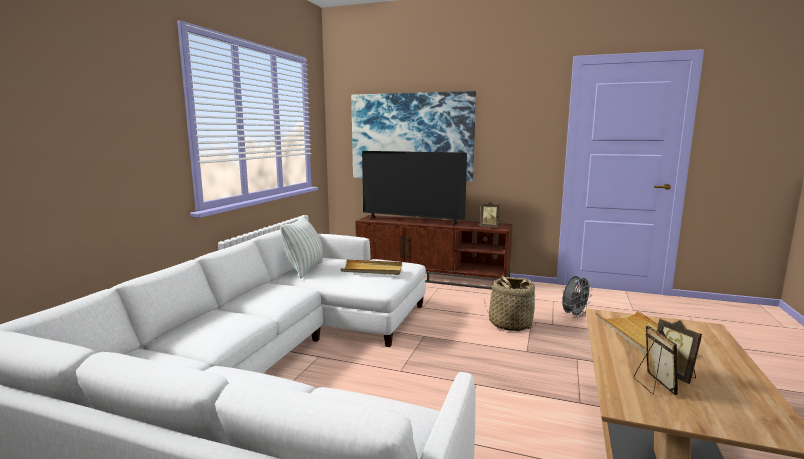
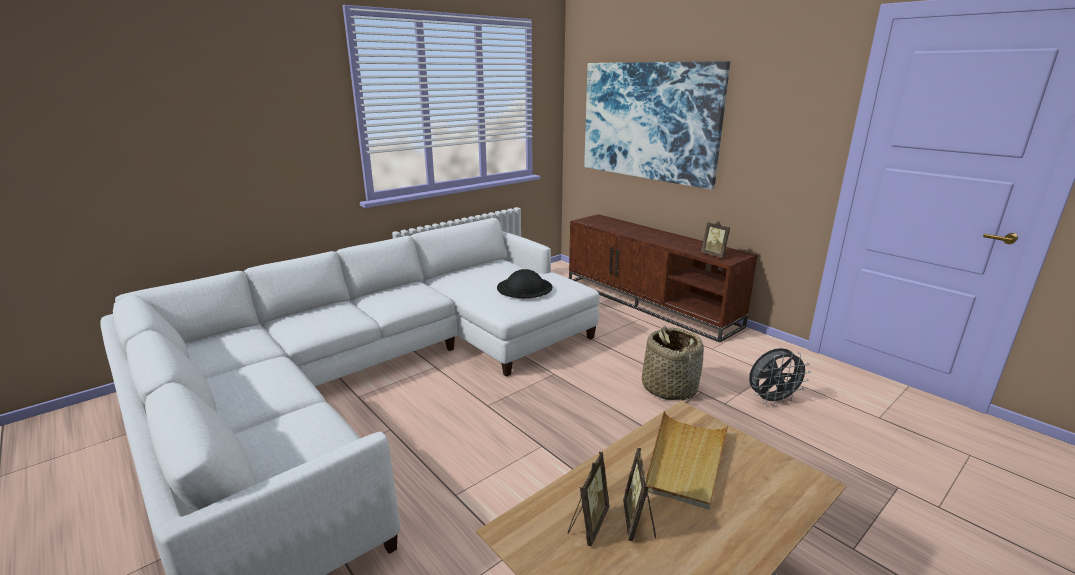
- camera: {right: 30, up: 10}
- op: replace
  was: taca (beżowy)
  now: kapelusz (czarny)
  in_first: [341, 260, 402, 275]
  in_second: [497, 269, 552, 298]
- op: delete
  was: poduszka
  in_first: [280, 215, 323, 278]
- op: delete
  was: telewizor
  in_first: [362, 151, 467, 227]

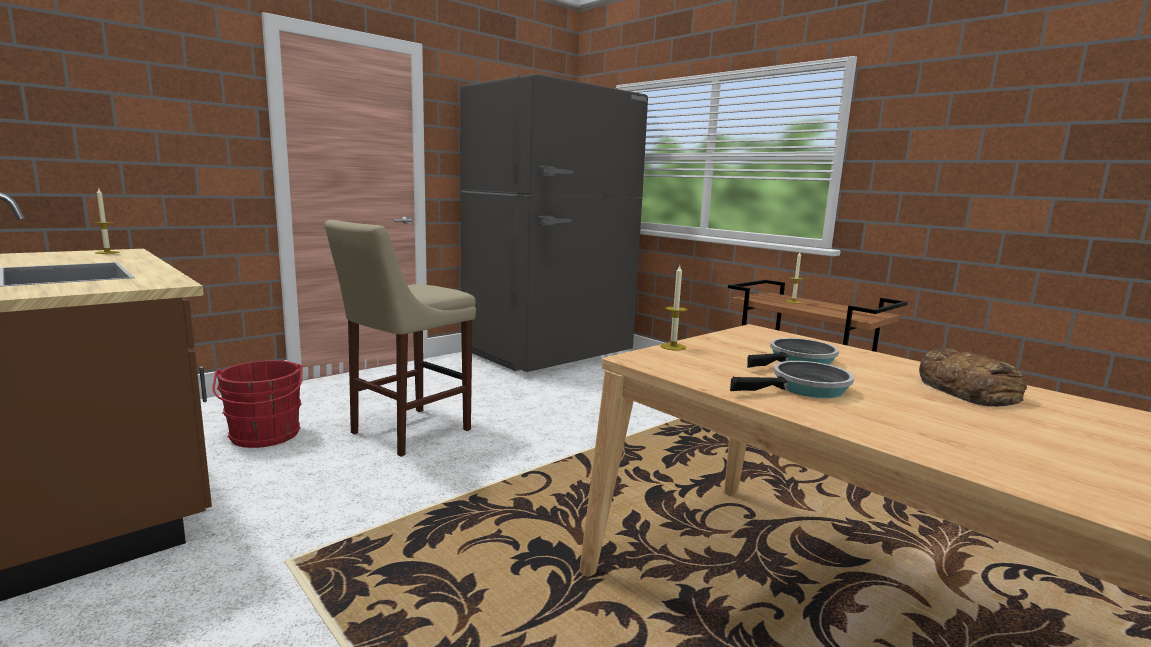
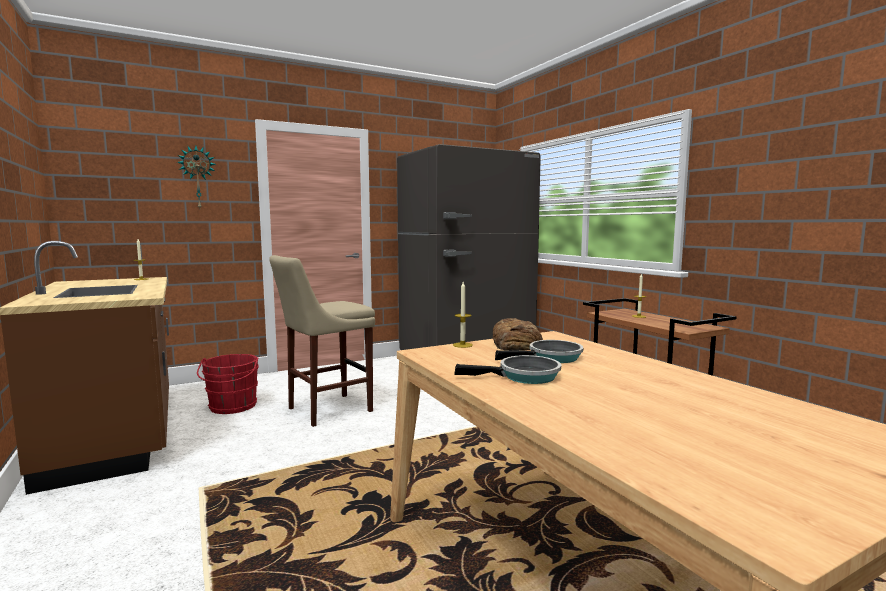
- camera: {right: 15, up: -5}
- op: insert
  now: zegar ścienny
  in_second: [177, 146, 216, 209]
- op: move
  was: chleb
  in_first: [919, 348, 1027, 406]
  in_second: [493, 318, 543, 350]

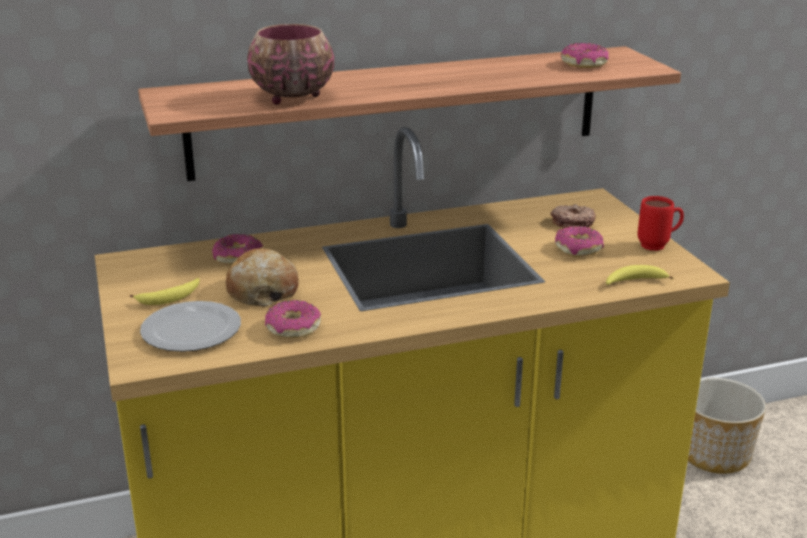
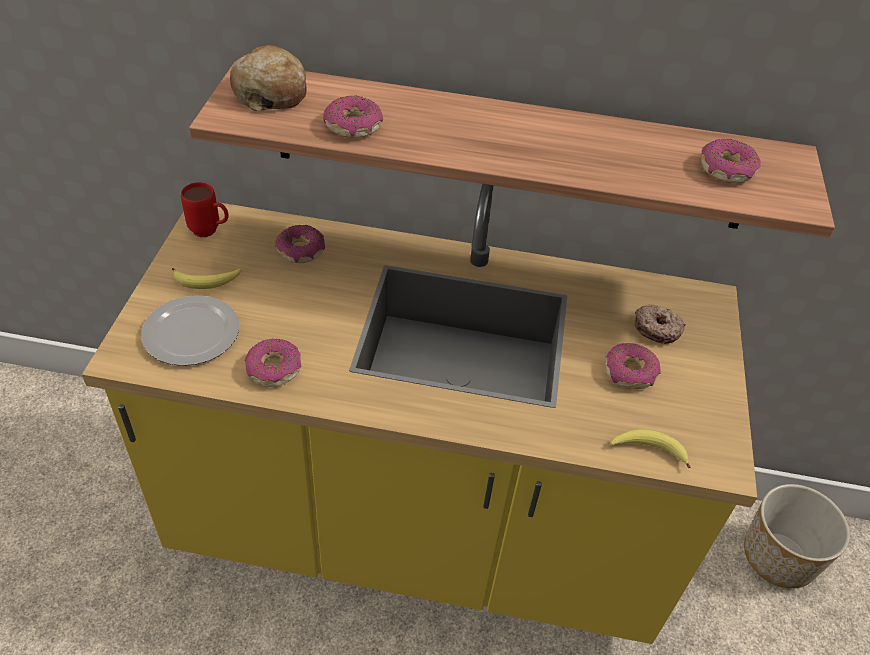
- camera: {right: 25, up: 20}
- op: move
  was: kubek (czerwony)
  in_first: [638, 196, 684, 251]
  in_second: [181, 182, 229, 237]
- op: move
  was: chleb
  in_first: [225, 248, 299, 307]
  in_second: [230, 45, 307, 111]
- op: replace
  was: miska
  now: donut
  in_first: [247, 24, 334, 105]
  in_second: [323, 95, 383, 138]

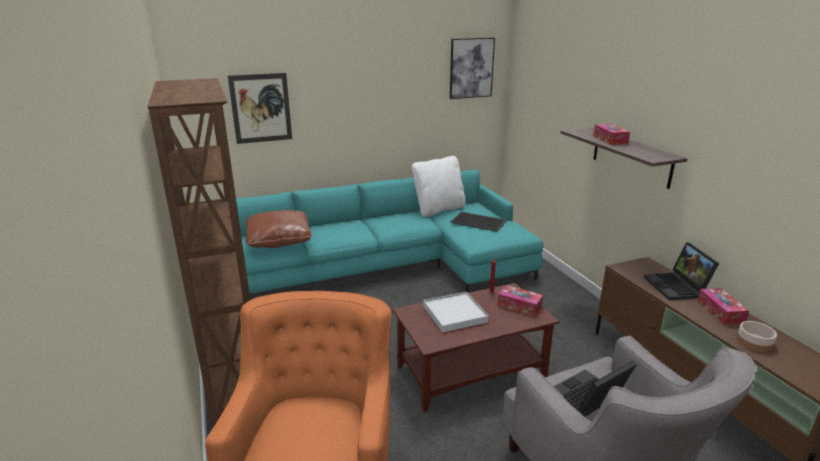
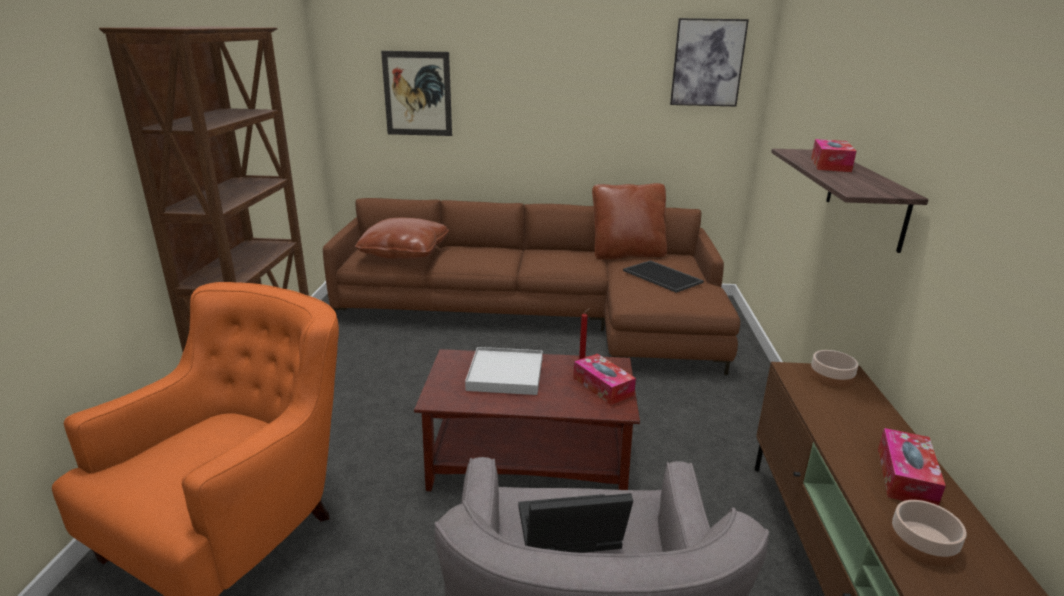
- camera: {right: 25, up: 0}
- op: recolor
  was: kanapa (turkusowy)
  now: kanapa (brązowy)
  in_first: [236, 170, 544, 294]
  in_second: [323, 198, 740, 375]
- op: recolor
  was: poduszka (biały)
  now: poduszka (brązowy)
  in_first: [412, 156, 465, 217]
  in_second: [592, 183, 667, 259]
- op: insert
  now: miska
  in_second: [810, 350, 858, 388]
- op: delete
  was: laptop
  in_first: [644, 242, 719, 300]

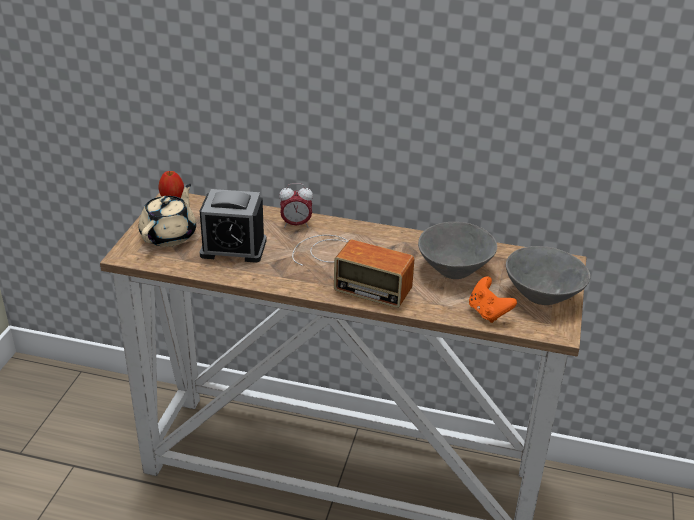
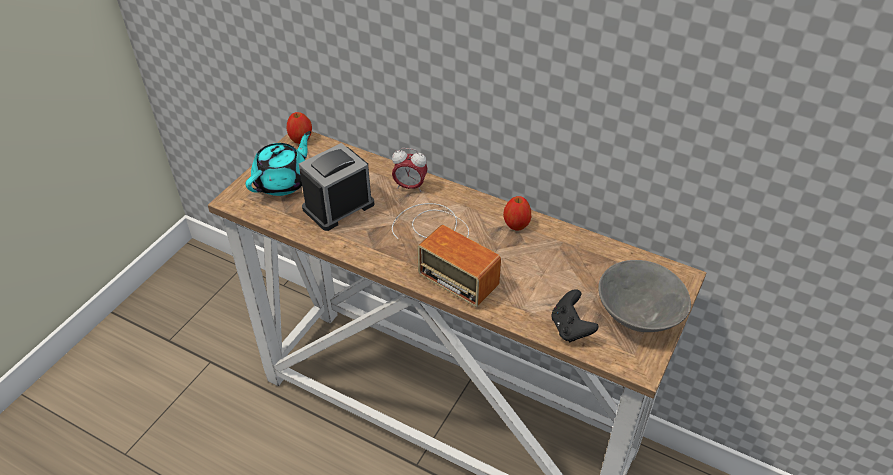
- camera: {right: 15, up: 10}
- op: recolor
  was: imbryk (beżowy)
  now: imbryk (turkusowy)
  in_first: [139, 184, 196, 247]
  in_second: [246, 131, 311, 196]
- op: rotate
  was: budzik
  in_first: [200, 189, 267, 263]
  in_second: [299, 143, 375, 231]
  clockwise: 120
- op: insert
  now: jabłko
  in_second: [503, 196, 531, 231]
- op: recolor
  was: pad do gier (pomarańczowy)
  now: pad do gier (czarny)
  in_first: [469, 276, 517, 323]
  in_second: [551, 289, 599, 342]
- op: delete
  was: miska (szary)
  in_first: [418, 222, 497, 279]

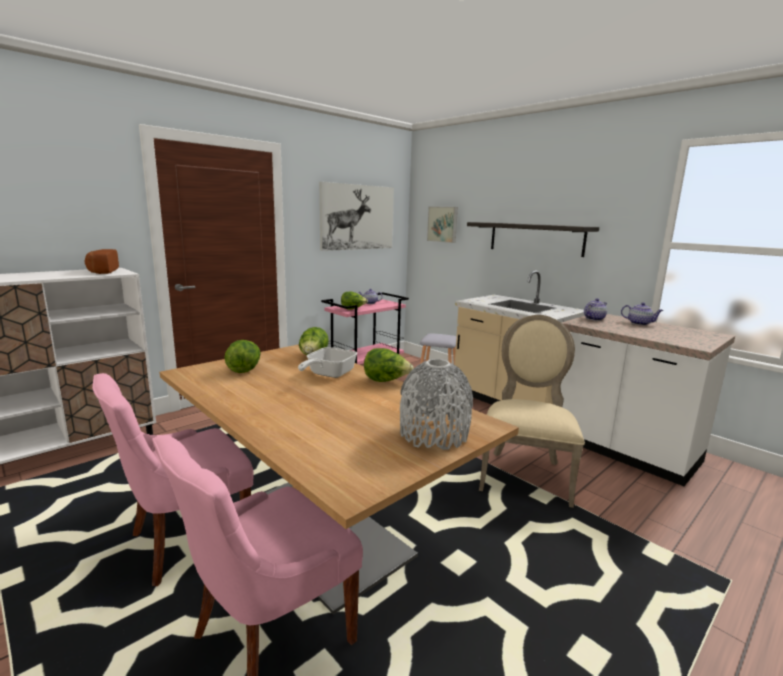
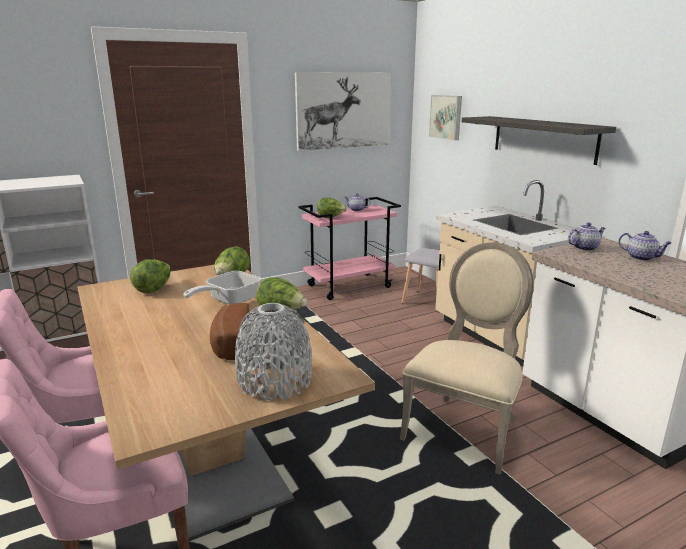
- camera: {right: 15, up: 5}
- op: move
  was: chleb
  in_first: [84, 249, 119, 274]
  in_second: [210, 303, 249, 360]

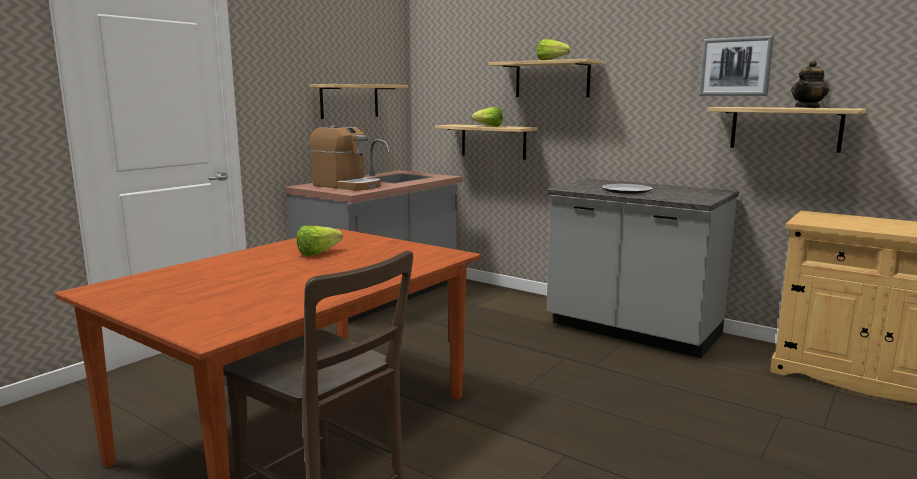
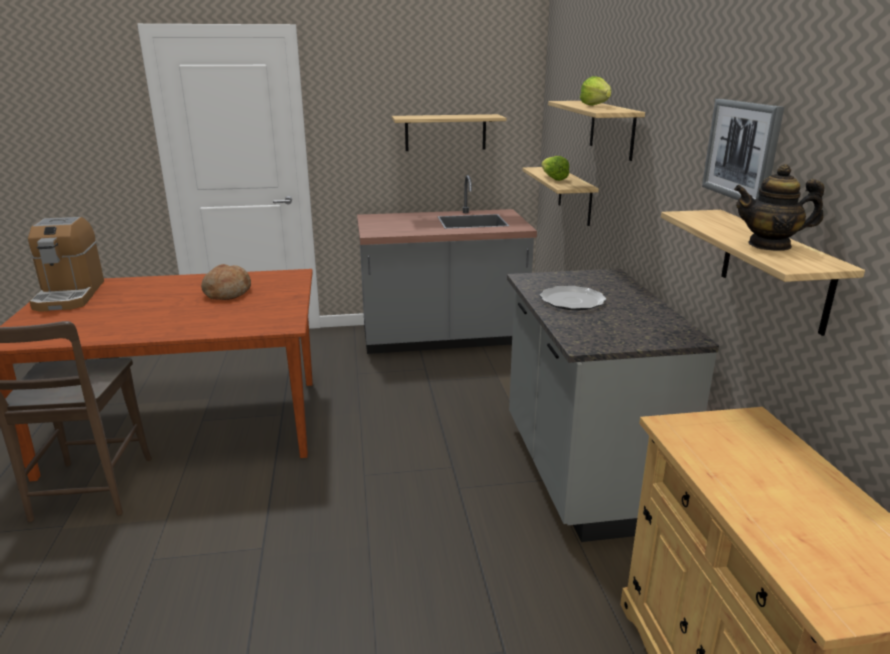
- camera: {right: 45, up: 10}
- op: move
  was: ekspres do kawy
  in_first: [309, 125, 381, 190]
  in_second: [28, 217, 104, 312]
- op: replace
  was: sałata
  now: chleb
  in_first: [297, 226, 343, 256]
  in_second: [201, 264, 251, 300]

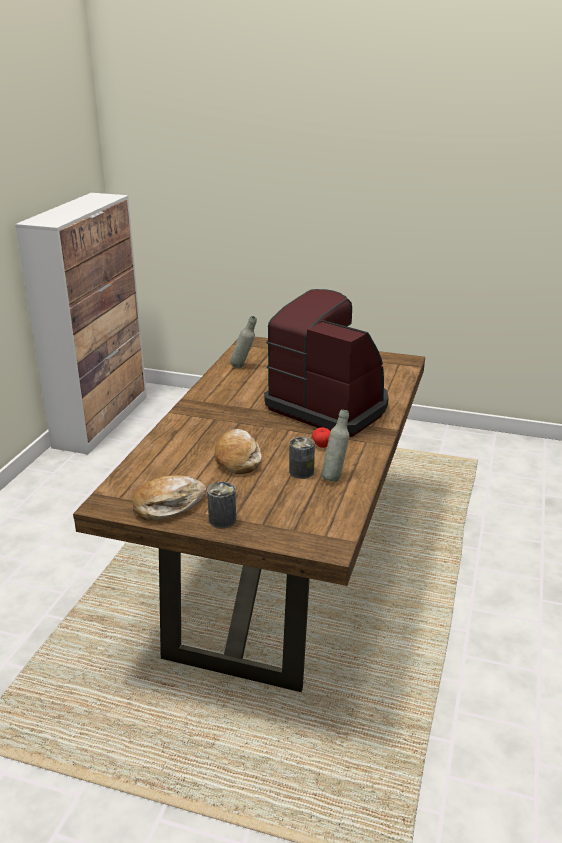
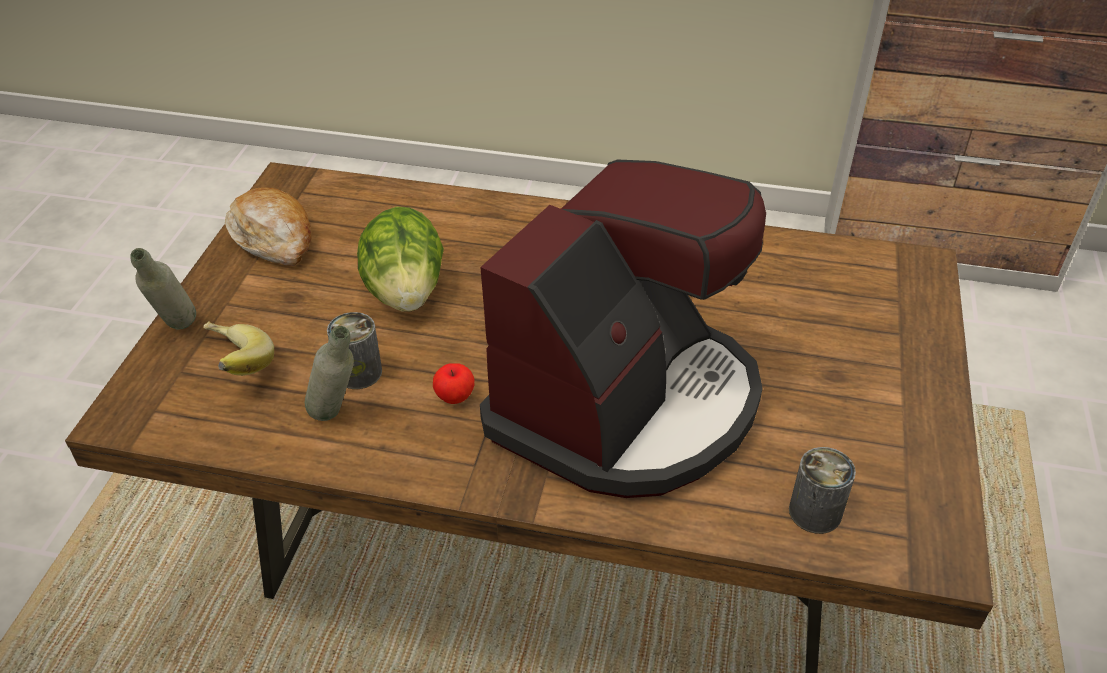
- camera: {right: 85, up: 15}
- op: move
  was: butelka (szary)
  in_first: [230, 316, 257, 368]
  in_second: [130, 248, 196, 330]
- op: insert
  now: banan
  in_second: [204, 321, 274, 376]
- op: replace
  was: chleb
  now: sałata
  in_first: [214, 429, 261, 474]
  in_second: [357, 207, 444, 312]
- op: move
  was: puszka
  in_first: [207, 482, 236, 528]
  in_second: [789, 447, 856, 534]

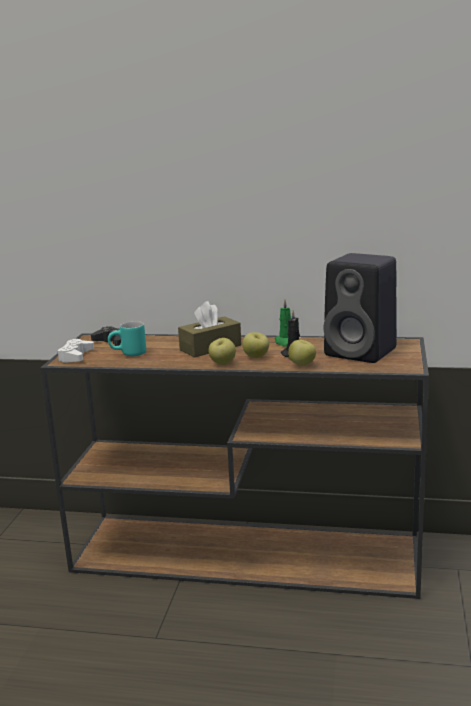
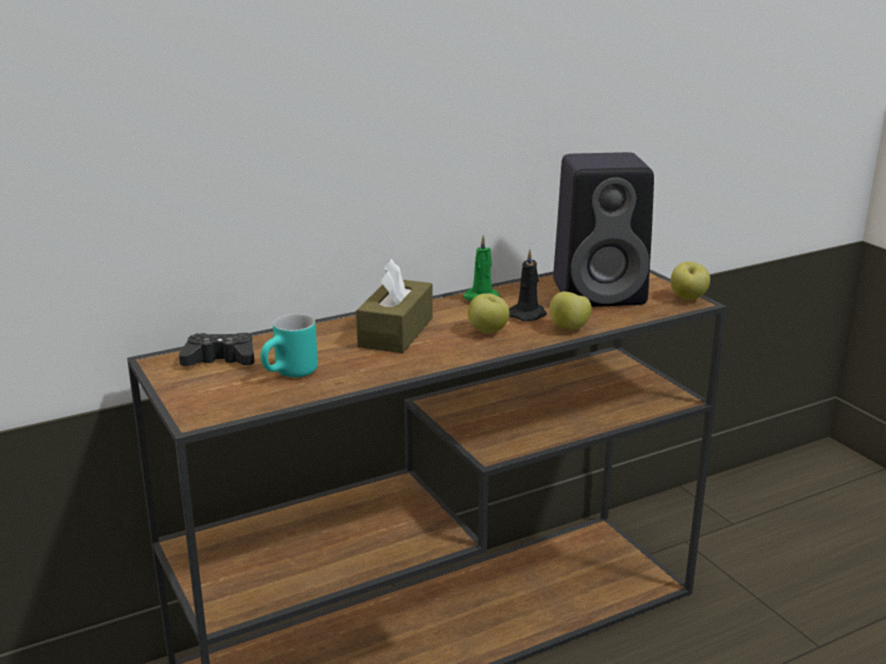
- camera: {right: -40, up: 5}
- op: move
  was: jabłko
  in_first: [208, 338, 236, 365]
  in_second: [670, 262, 710, 300]
- op: delete
  was: pad do gier (biały)
  in_first: [58, 339, 94, 363]

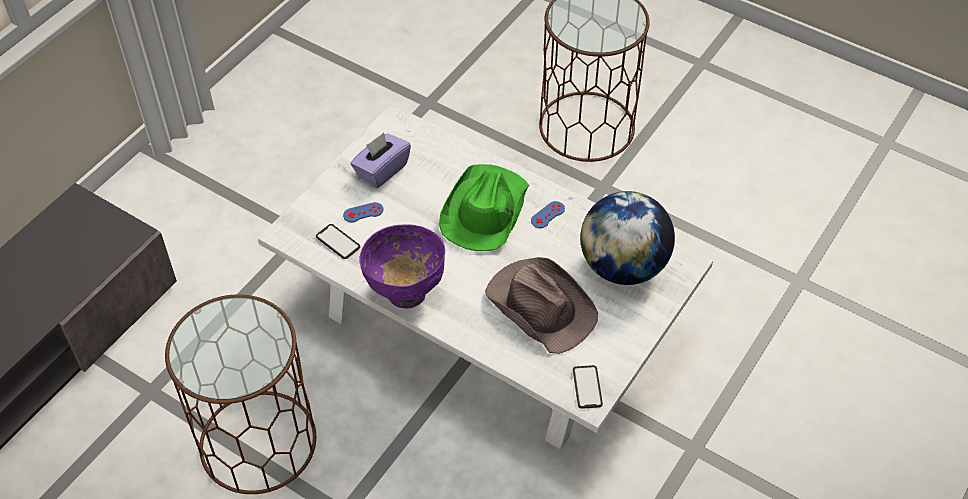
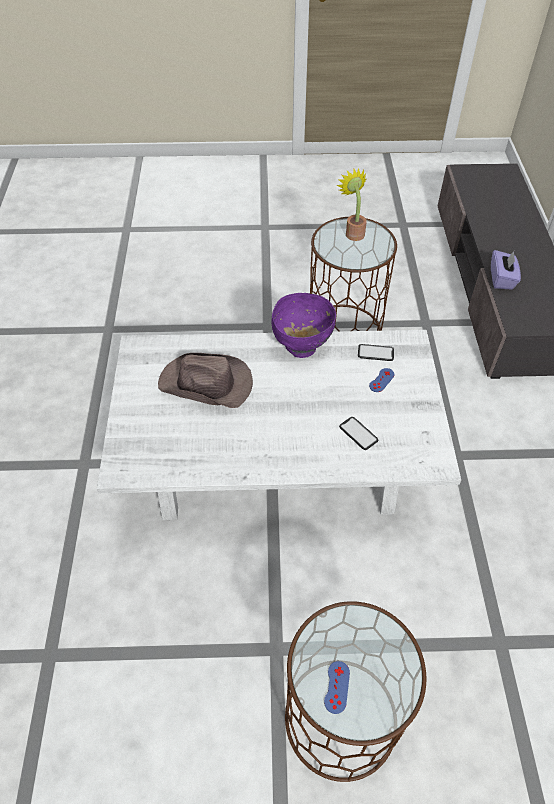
- camera: {right: 145, up: 0}
- op: move
  was: pad do gier (niebieski)
  in_first: [531, 201, 565, 228]
  in_second: [324, 661, 350, 714]
- op: insert
  now: roślina doniczkowa
  in_second: [337, 168, 367, 241]
- op: move
  was: telefon
  in_first: [573, 365, 603, 409]
  in_second: [339, 417, 378, 450]
- op: move
  was: pudełko chusteczek (fioletowy)
  in_first: [350, 132, 411, 188]
  in_second: [491, 250, 521, 290]
- op: delete
  was: kapelusz (zielony)
  in_first: [439, 164, 530, 251]
- op: delete
  was: globus
  in_first: [580, 191, 675, 285]

